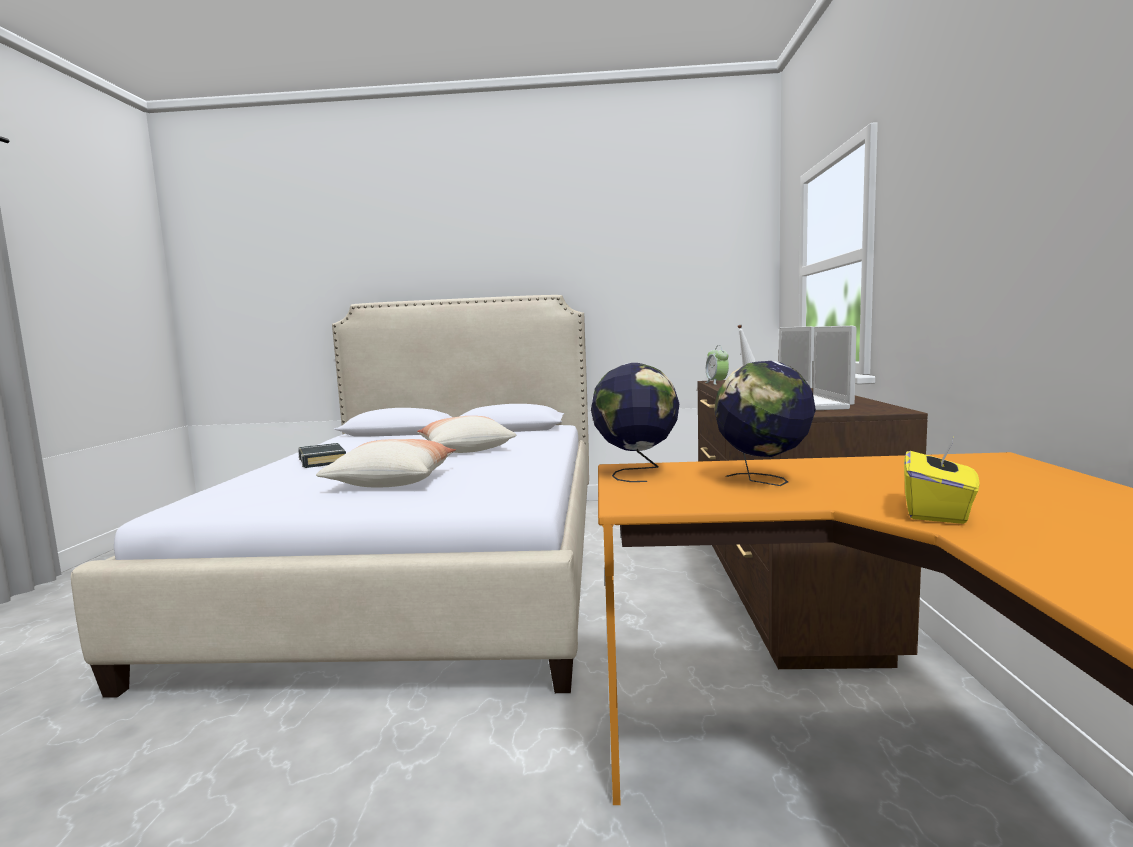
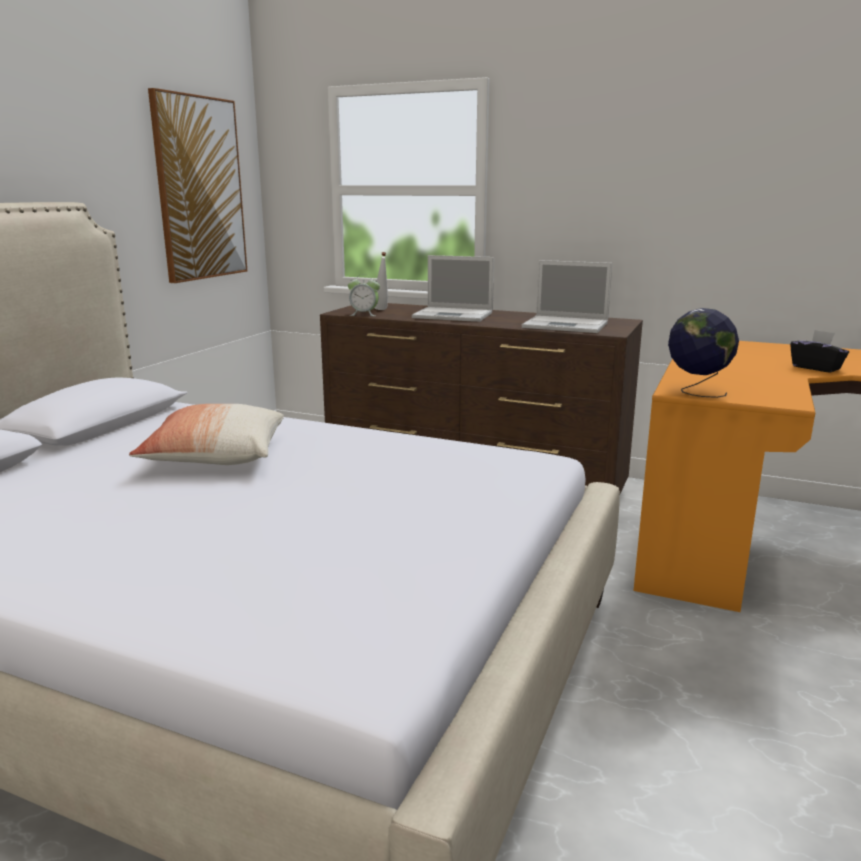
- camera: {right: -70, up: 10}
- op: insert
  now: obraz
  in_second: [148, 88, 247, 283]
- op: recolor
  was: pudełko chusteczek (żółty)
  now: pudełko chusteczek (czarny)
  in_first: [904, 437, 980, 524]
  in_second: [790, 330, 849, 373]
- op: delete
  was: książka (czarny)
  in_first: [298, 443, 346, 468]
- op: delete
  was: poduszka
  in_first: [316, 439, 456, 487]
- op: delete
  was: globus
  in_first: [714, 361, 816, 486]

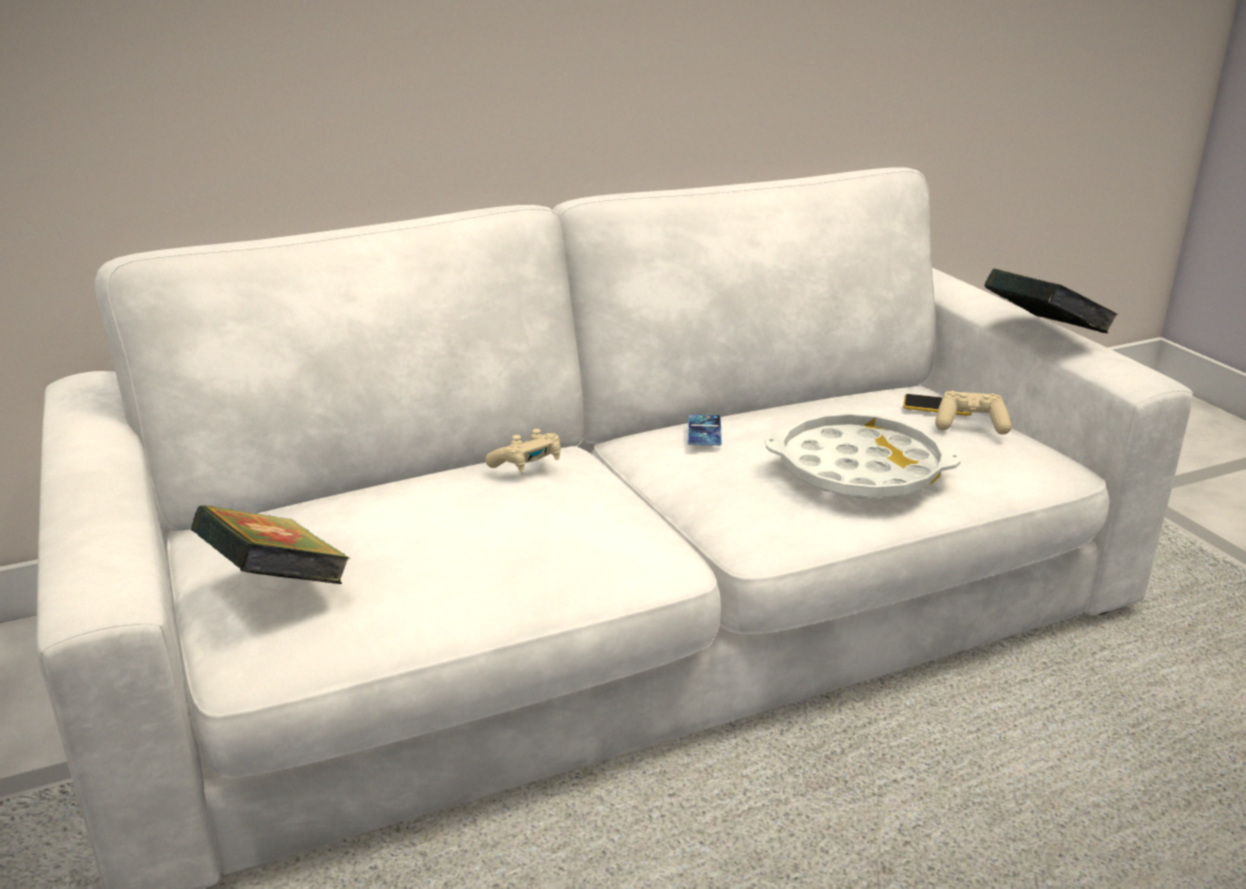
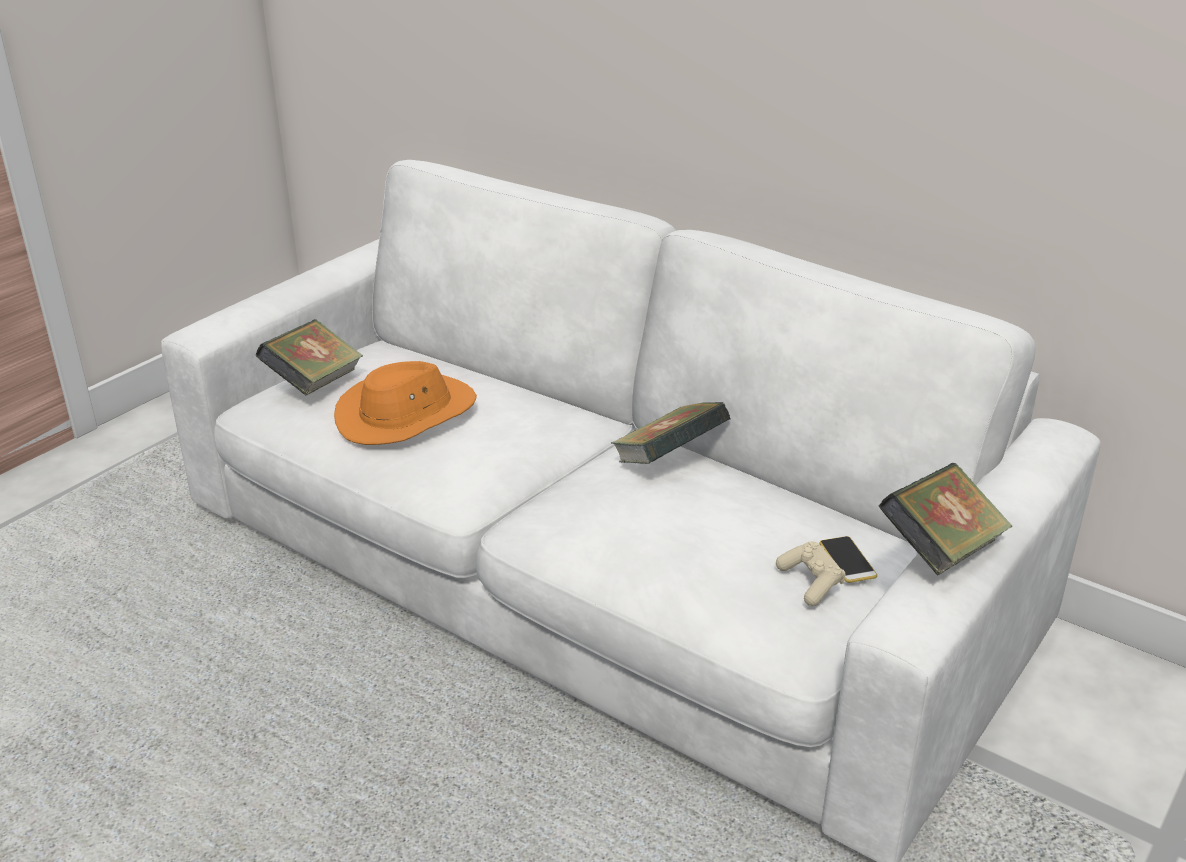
- camera: {right: 60, up: 5}
- op: insert
  now: kapelusz (pomarańczowy)
  in_second: [334, 361, 477, 445]
- op: replace
  was: telefon
  now: książka
  in_first: [688, 414, 722, 446]
  in_second: [611, 402, 730, 464]
- op: delete
  was: pad do gier (beżowy)
  in_first: [485, 429, 561, 472]
- op: delete
  was: taca (biały)
  in_first: [765, 413, 961, 499]

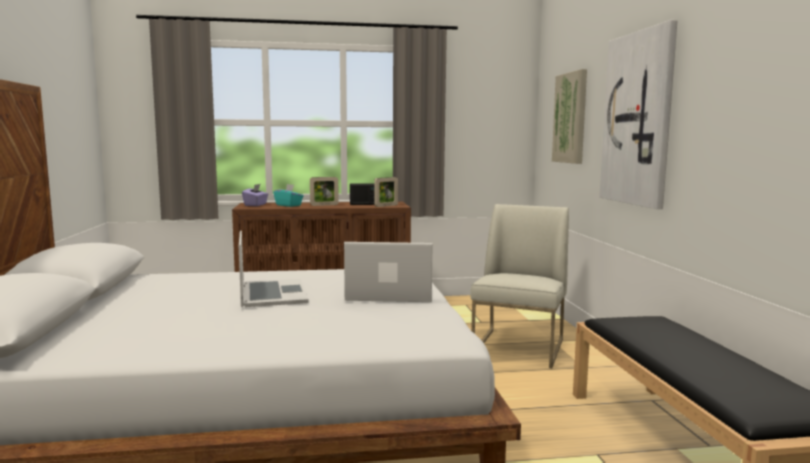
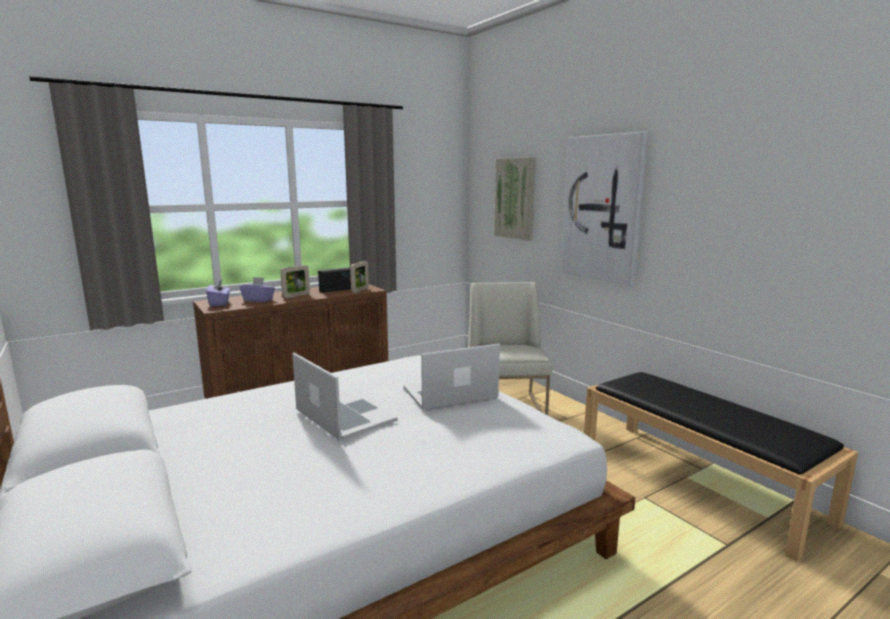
- camera: {right: -25, up: 5}
- op: recolor
  was: pudełko chusteczek (turkusowy)
  now: pudełko chusteczek (fioletowy)
  in_first: [273, 184, 304, 207]
  in_second: [240, 277, 275, 302]

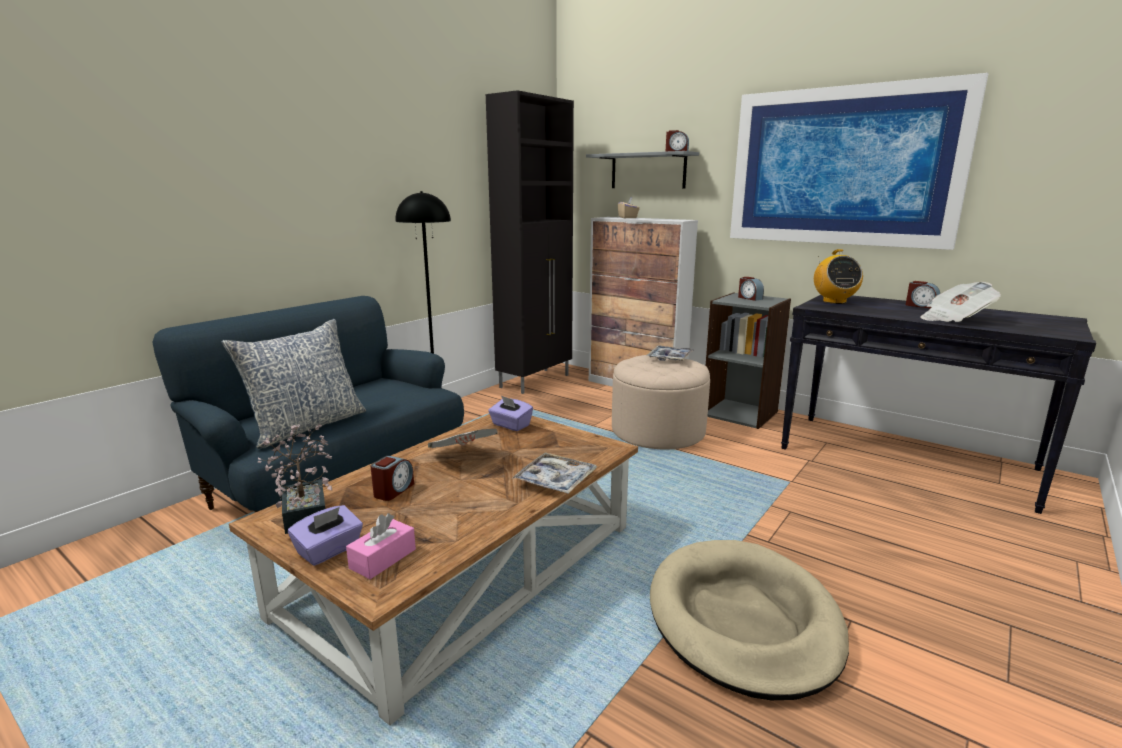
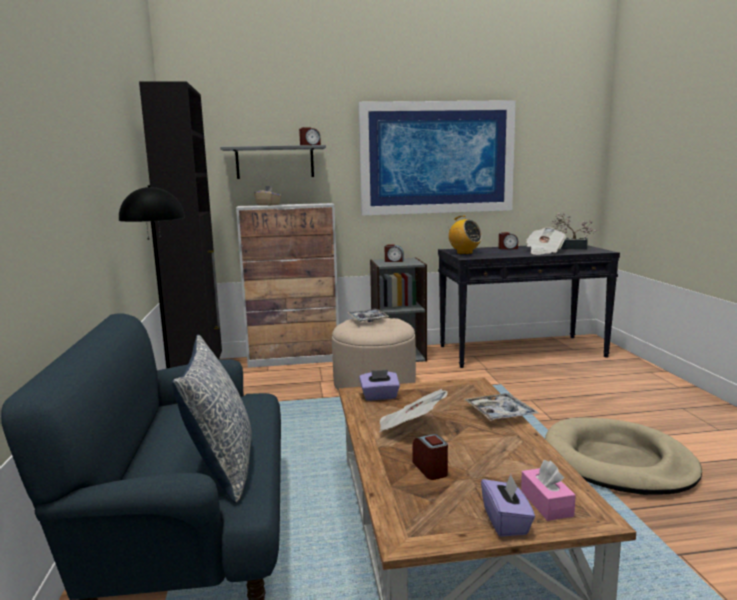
- camera: {right: -45, up: -5}
- op: move
  was: roślina doniczkowa
  in_first: [258, 424, 332, 534]
  in_second: [552, 212, 596, 249]

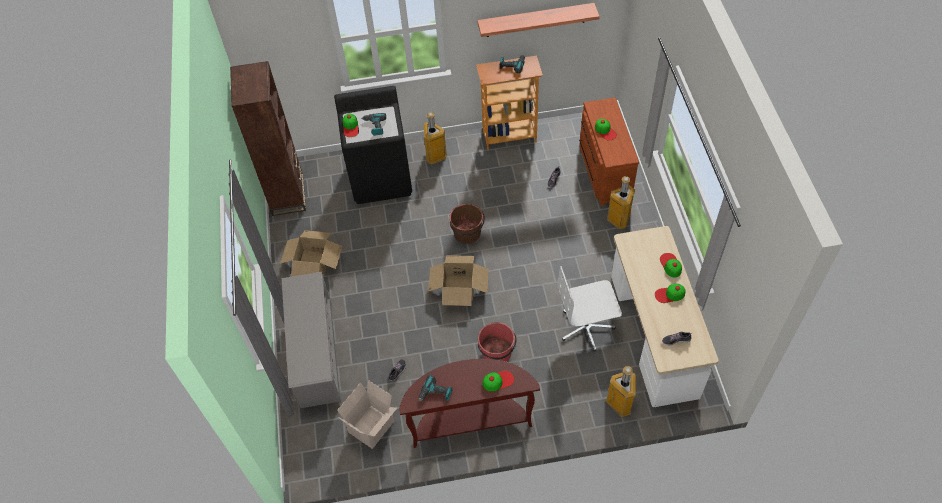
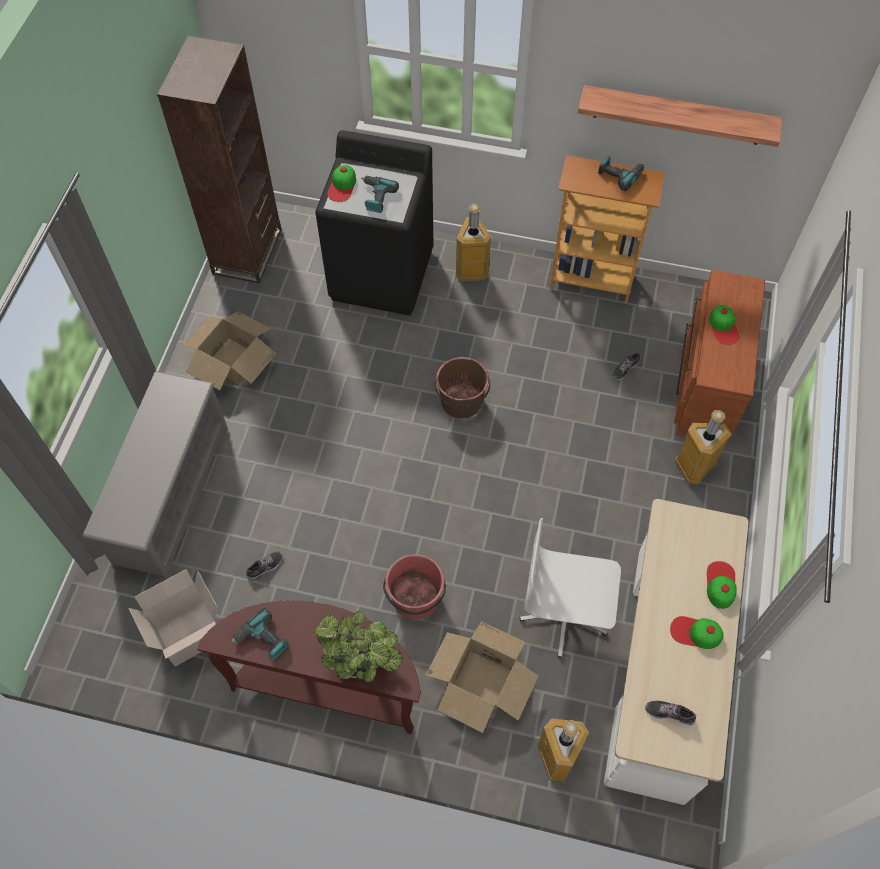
- camera: {right: 20, up: 5}
- op: replace
  was: czapka z daszkiem
  now: roślina doniczkowa
  in_first: [483, 371, 514, 391]
  in_second: [314, 611, 403, 682]
- op: move
  was: karton
  in_first: [428, 255, 489, 306]
  in_second: [426, 621, 538, 733]

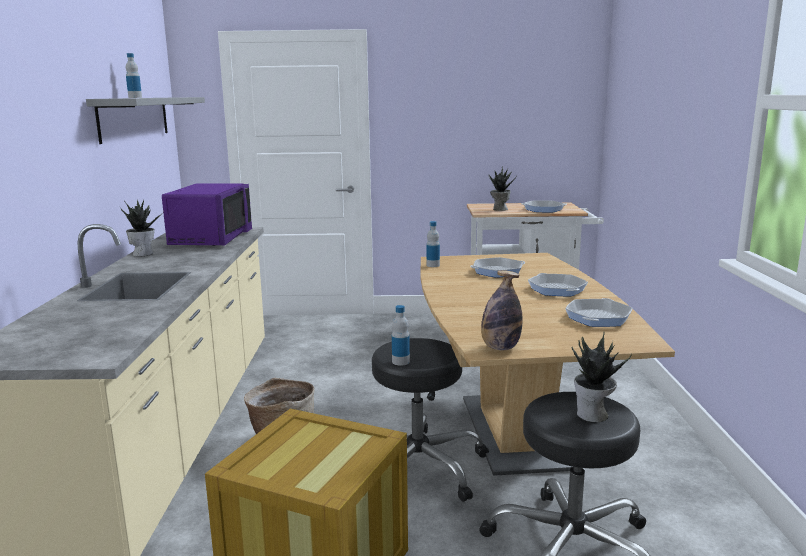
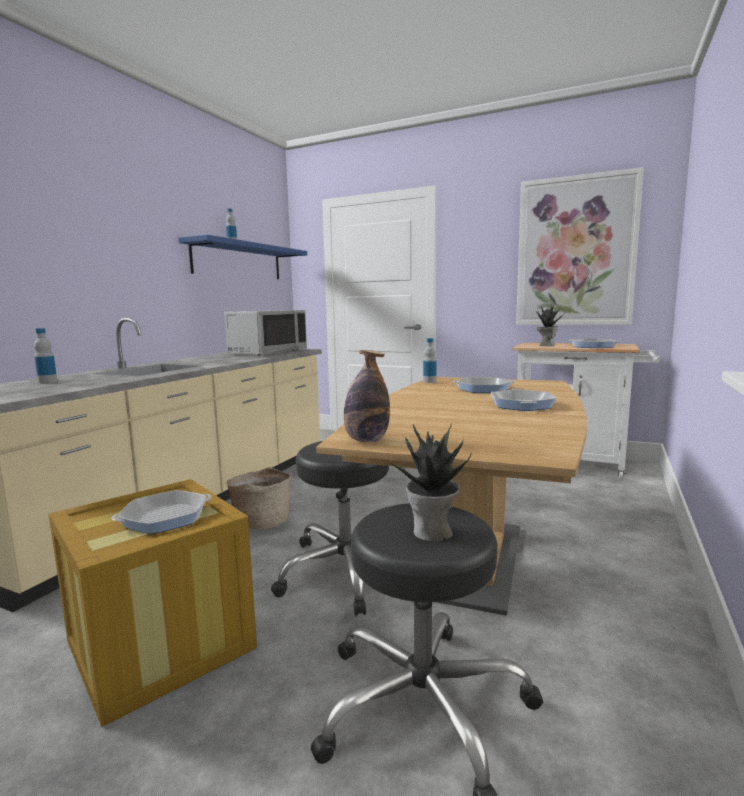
- camera: {right: 25, up: -5}
- op: move
  was: butelka
  in_first: [392, 305, 410, 366]
  in_second: [34, 328, 57, 384]
- op: move
  was: patelnia
  in_first: [565, 298, 633, 327]
  in_second: [111, 490, 212, 534]
- op: recolor
  was: półka (szary)
  now: półka (niebieski)
  in_first: [86, 97, 205, 144]
  in_second: [178, 235, 307, 279]
- op: recolor
  was: mikrofalówka (fioletowy)
  now: mikrofalówka (szary)
  in_first: [162, 183, 252, 246]
  in_second: [224, 310, 307, 356]
- op: insert
  now: obraz
  in_second: [516, 167, 644, 325]
- op: delete
  was: roślina doniczkowa
  in_first: [121, 200, 163, 256]

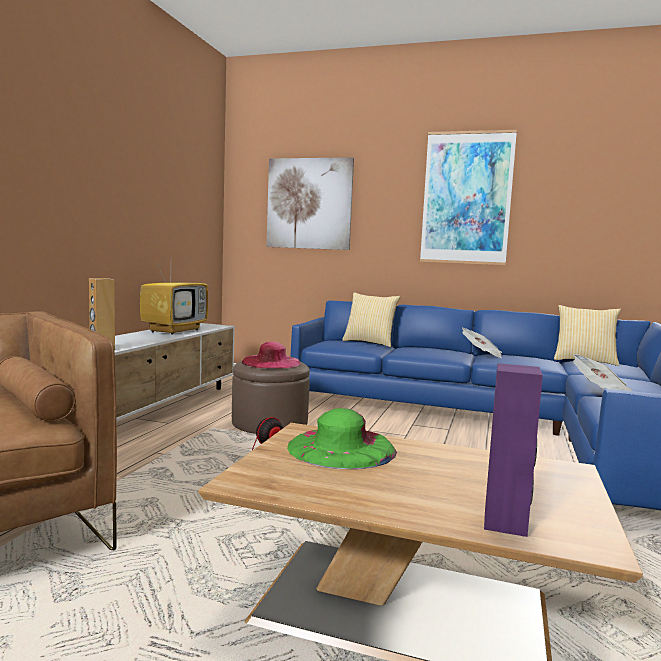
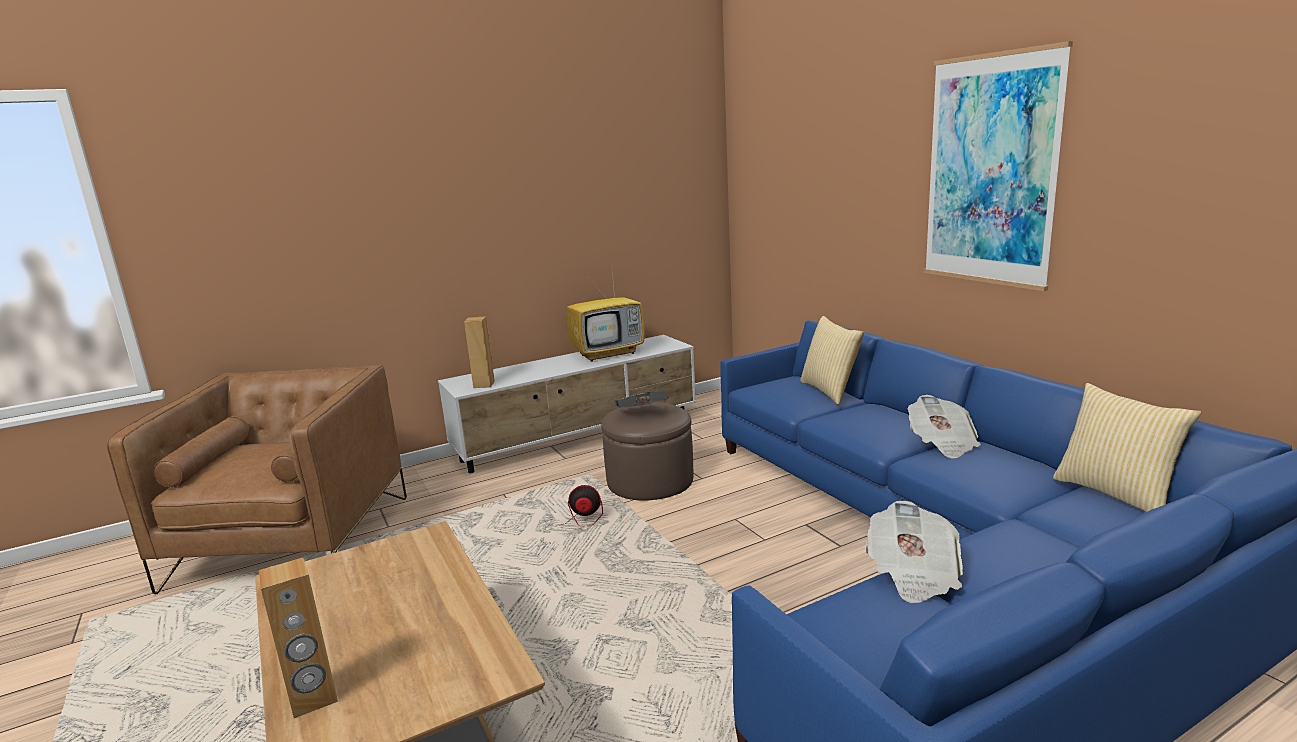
- camera: {right: 45, up: 10}
- op: recolor
  was: głośnik (fioletowy)
  now: głośnik (brązowy)
  in_first: [484, 363, 543, 537]
  in_second: [259, 557, 338, 718]
- op: replace
  was: kapelusz (różowy)
  now: gazeta
  in_first: [242, 341, 301, 369]
  in_second: [615, 392, 669, 407]
- op: delete
  was: obraz
  in_first: [267, 157, 354, 250]
- op: delete
  was: kapelusz (zielony)
  in_first: [287, 408, 397, 469]

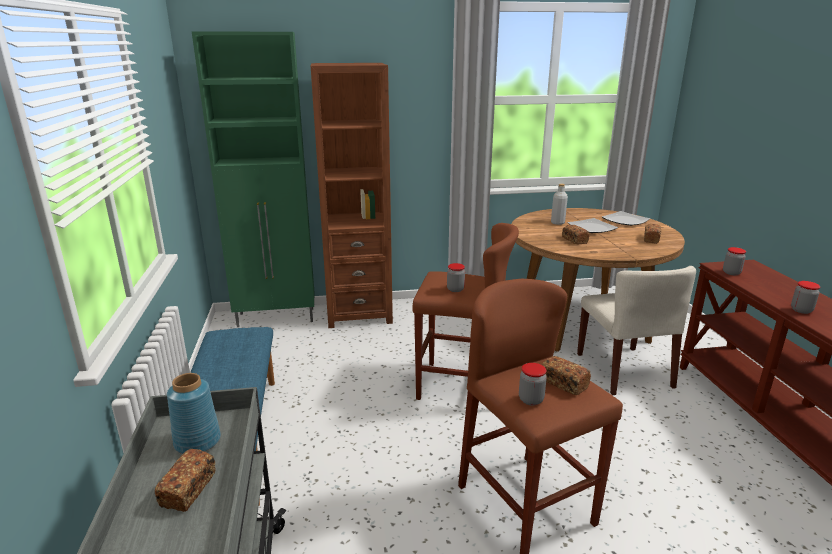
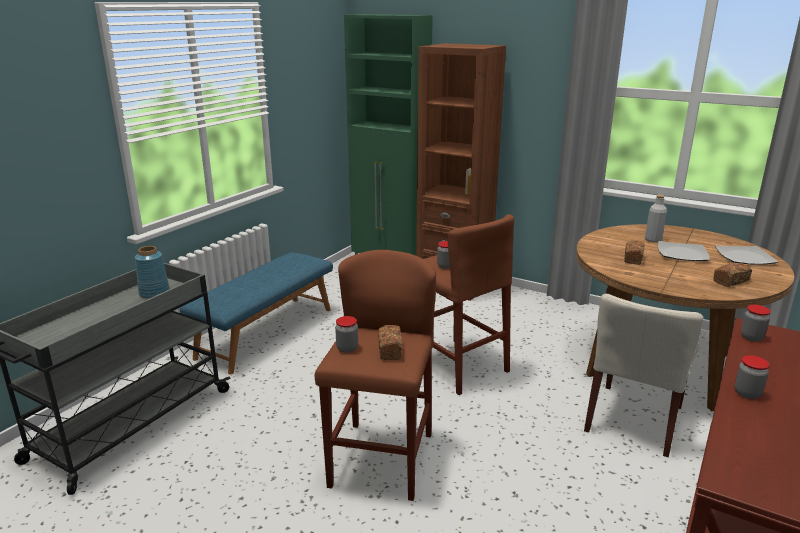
- camera: {right: 40, up: 0}
- op: delete
  was: chleb
  in_first: [155, 449, 216, 512]

